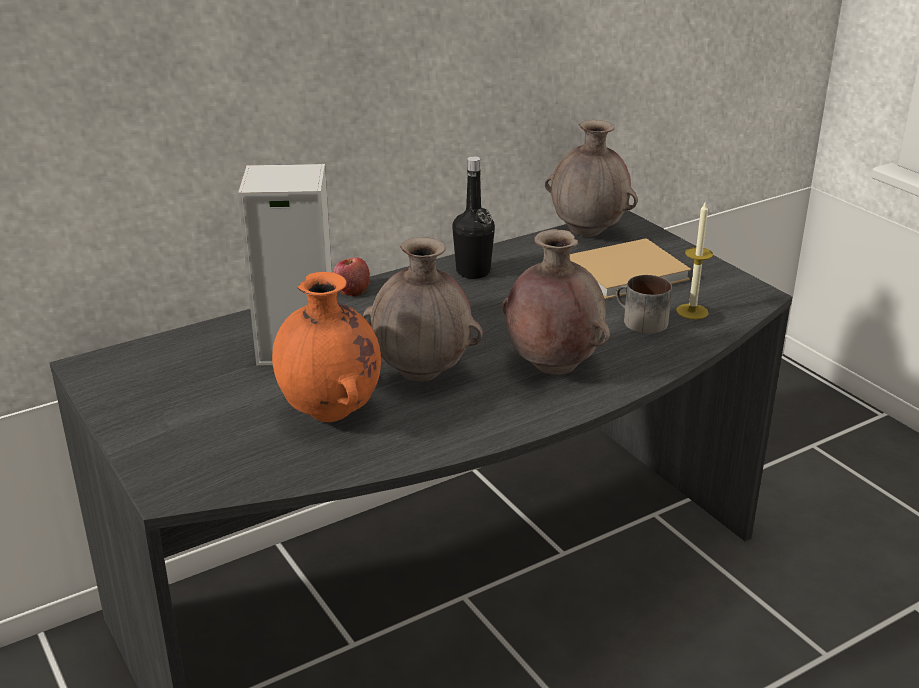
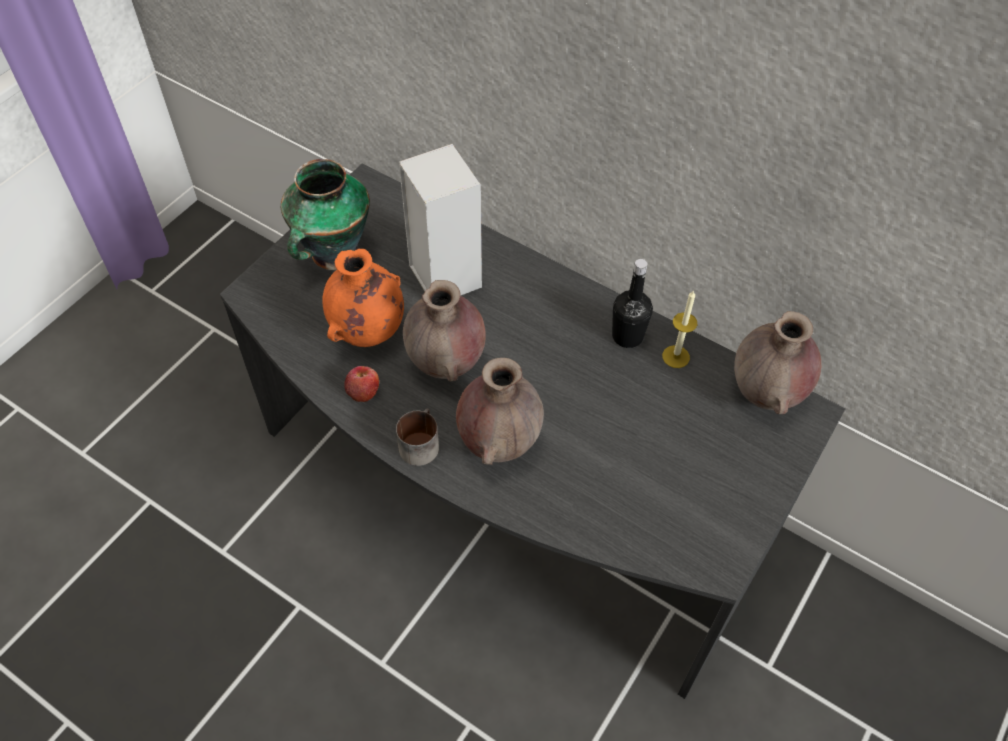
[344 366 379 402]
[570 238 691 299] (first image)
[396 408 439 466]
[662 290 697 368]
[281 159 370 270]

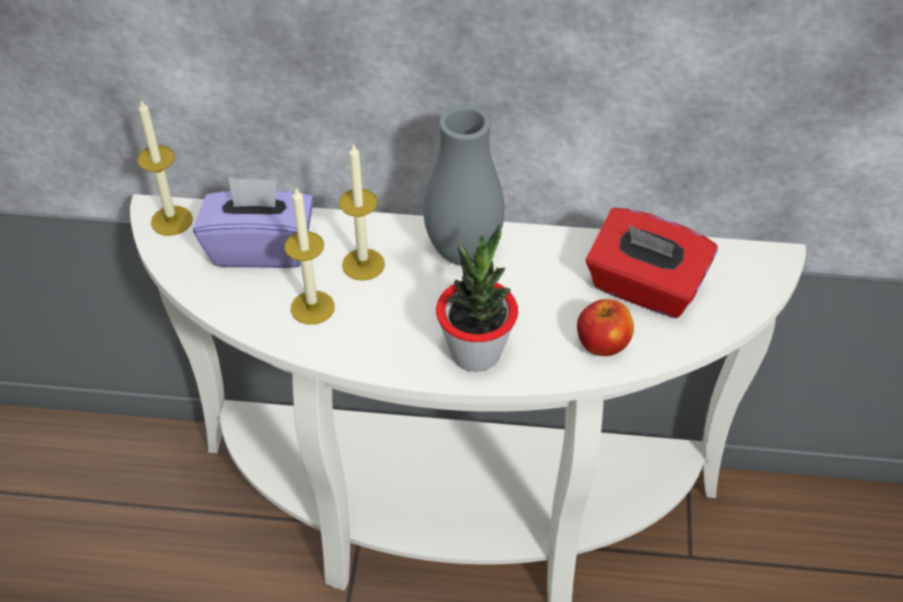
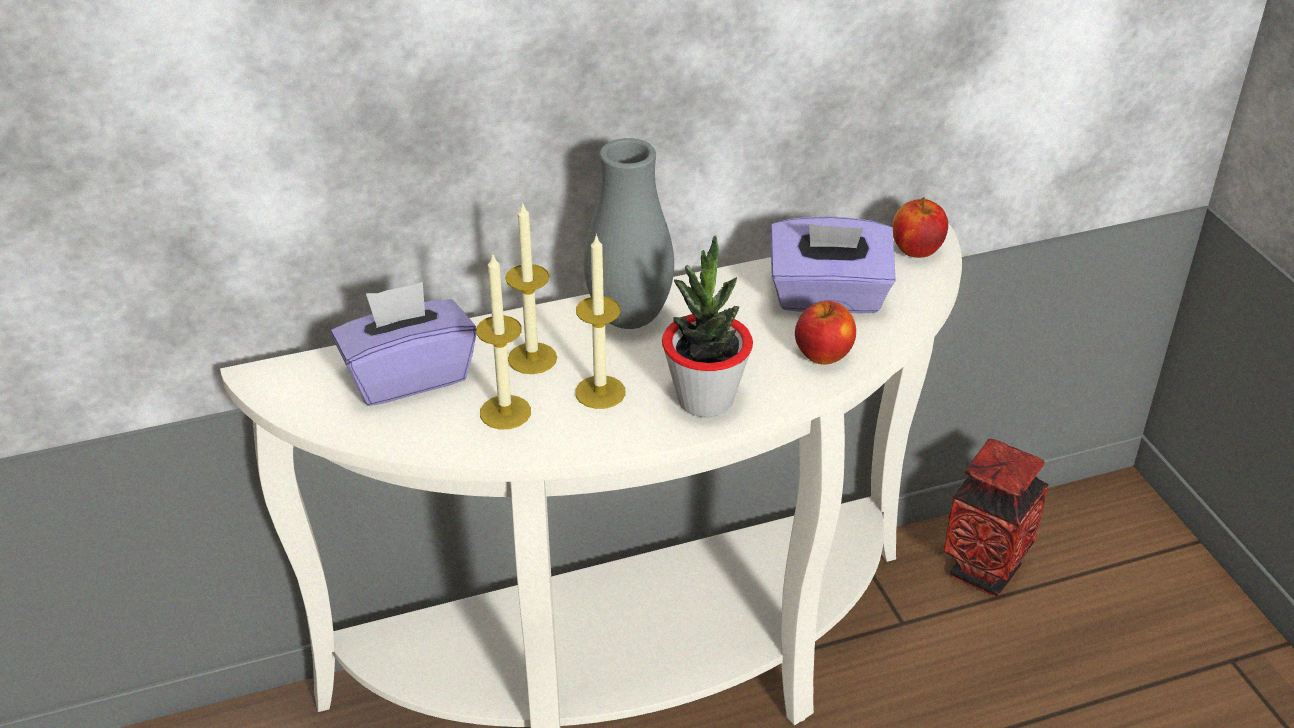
[575 234 626 409]
[770 216 896 314]
[892 197 948 258]
[944 438 1049 597]

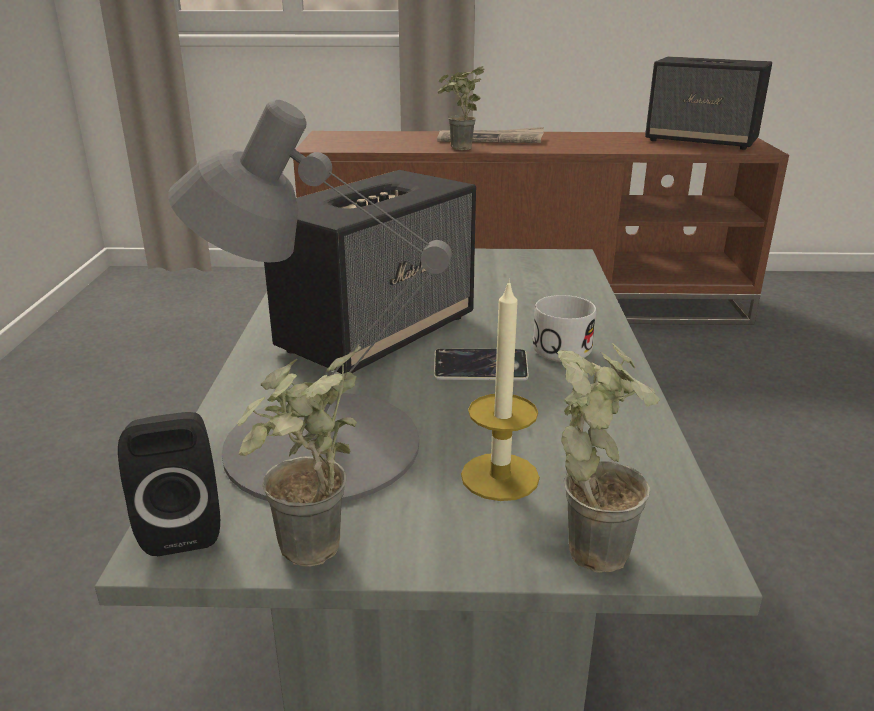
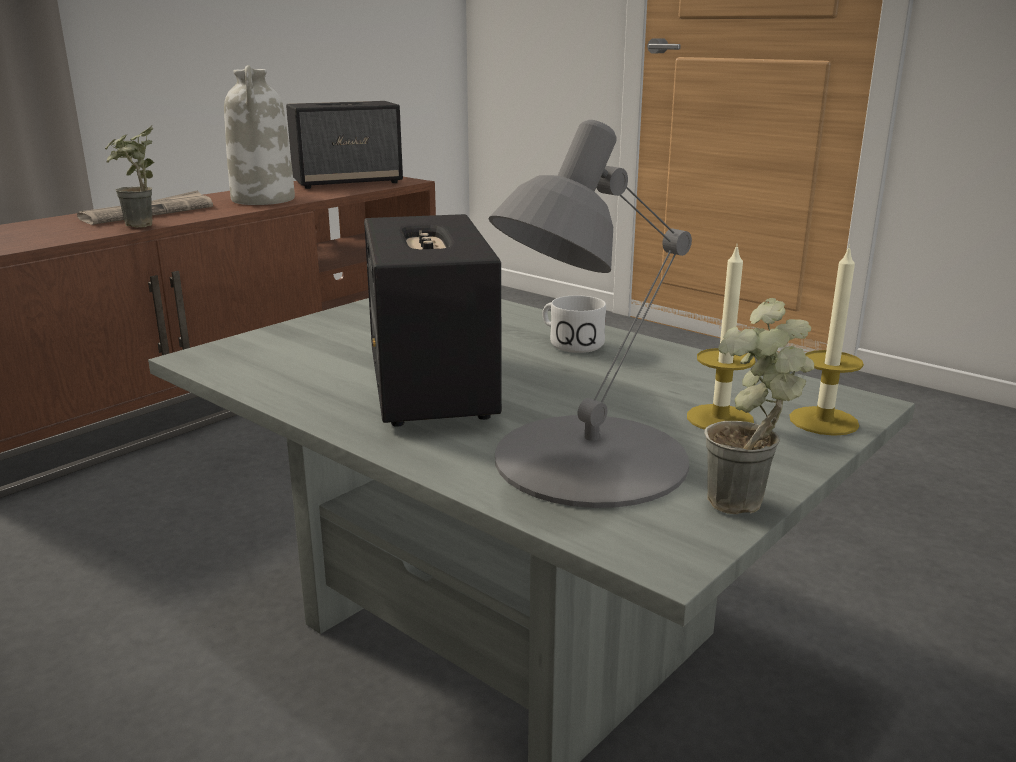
[118 412 220 556] (first image)
[434 348 529 381] (first image)
[790 245 864 436]
[224 65 295 205]

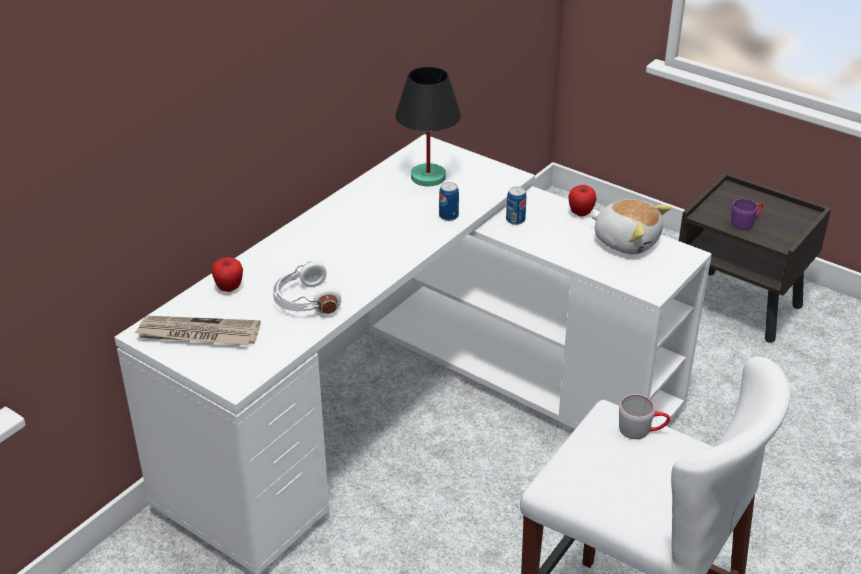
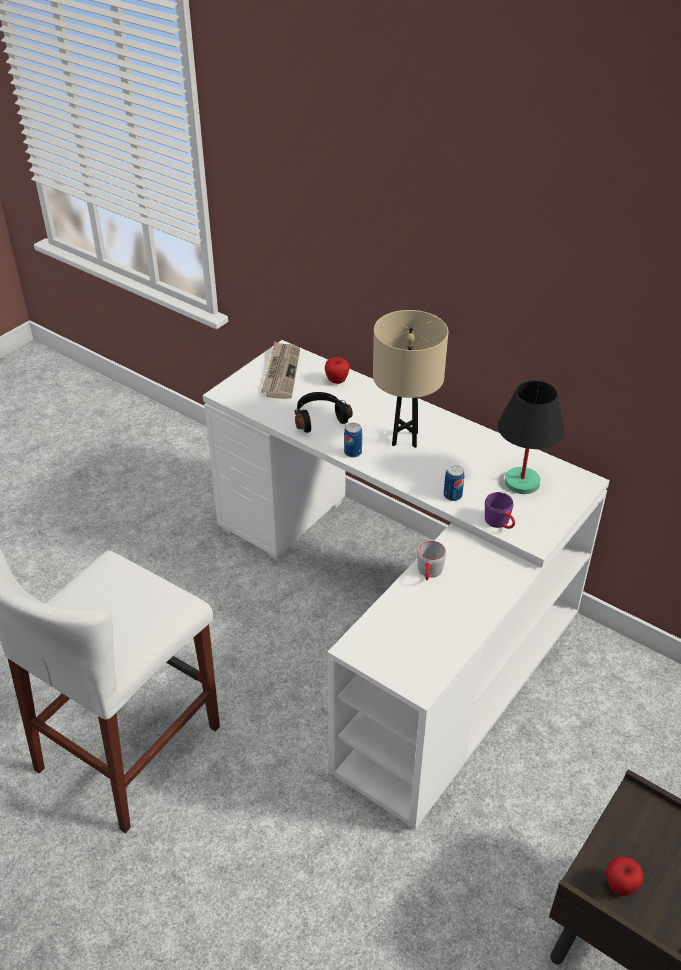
[294 392 353 433]
[344 423 362 458]
[606 857 644 896]
[591 199 671 255] (first image)
[417 541 446 580]
[485 492 515 529]
[373 310 448 448]

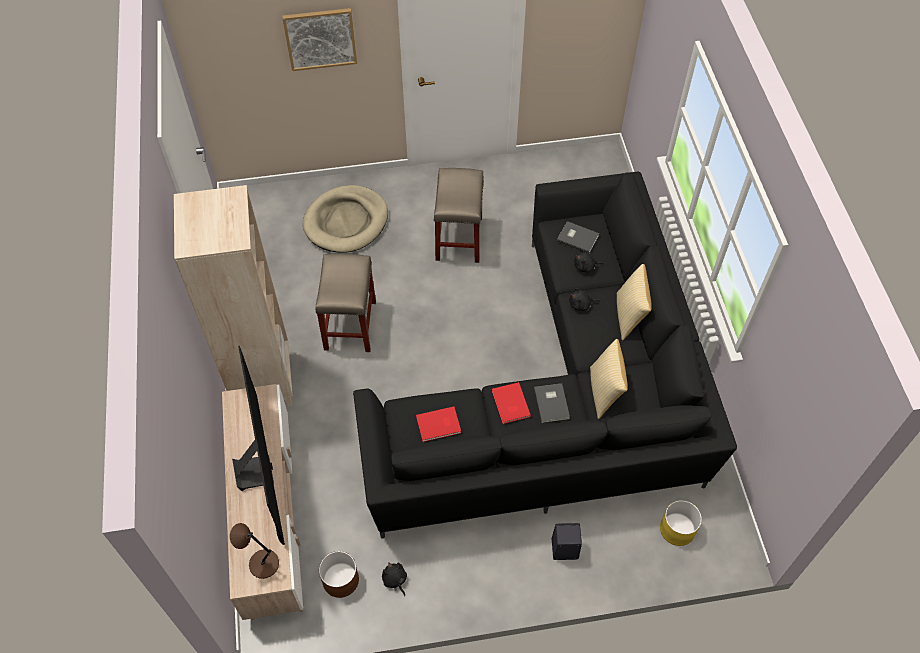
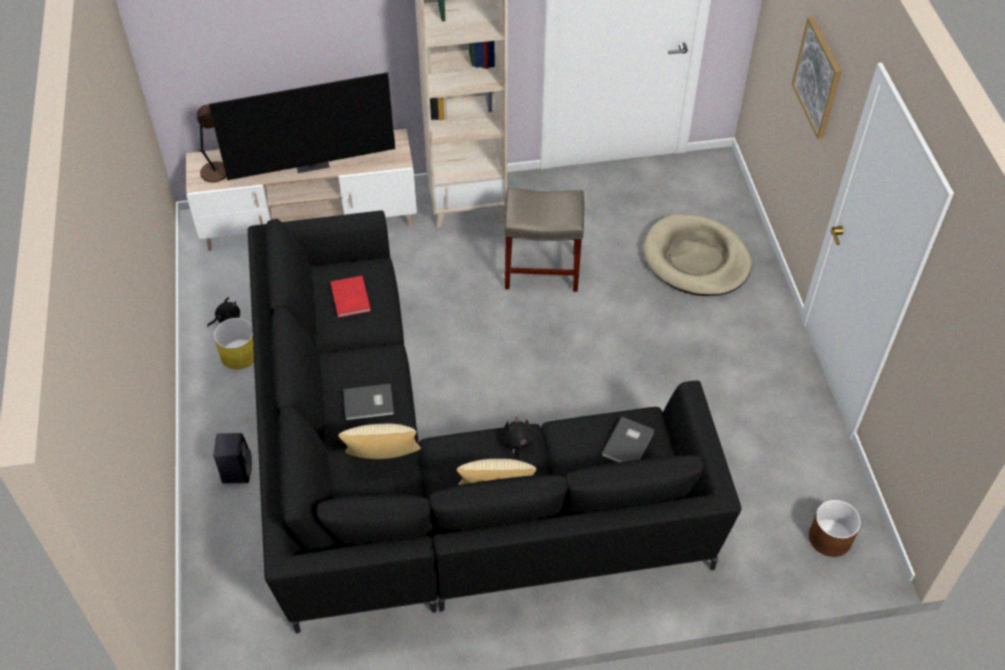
[809 500 861 557]
[434 168 484 263] (first image)
[492 382 531 424] (first image)
[574 249 604 273] (first image)
[214 318 254 369]

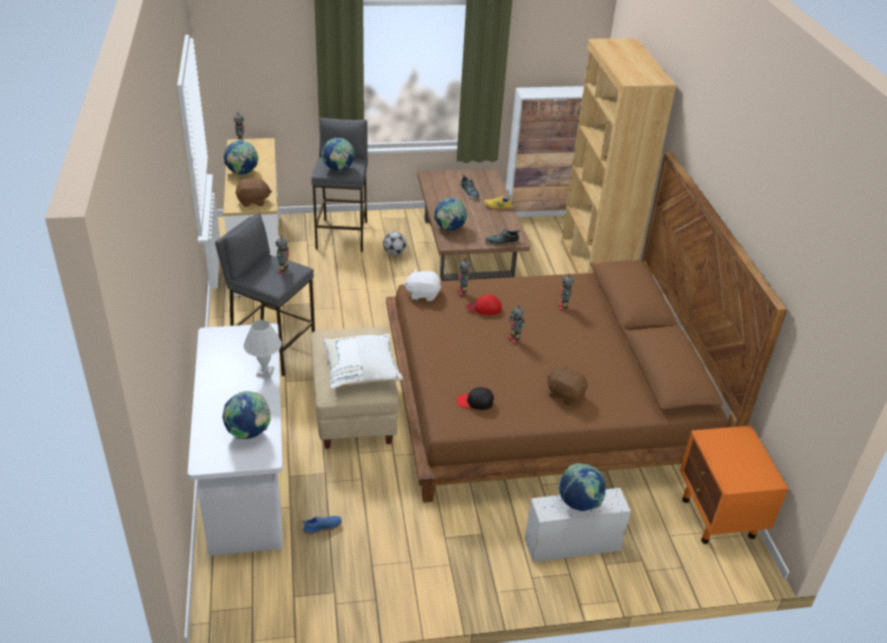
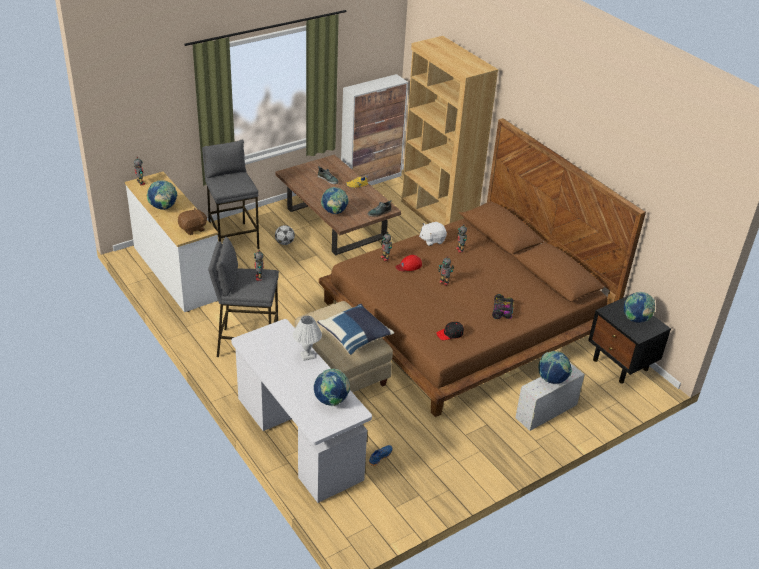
[624 292 655 323]
[317 304 394 355]
[419 222 447 246]
[492 294 515 319]
[588 296 671 383]

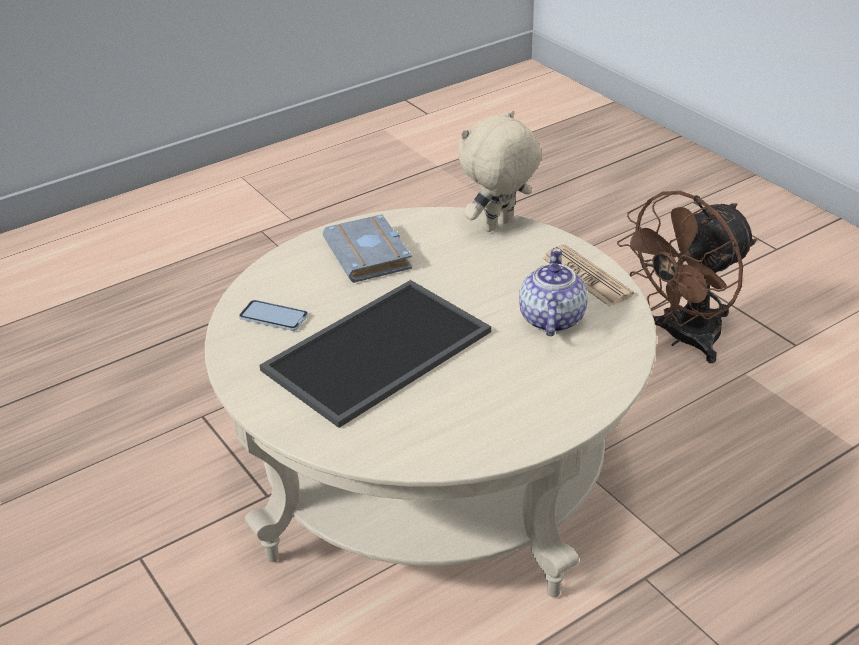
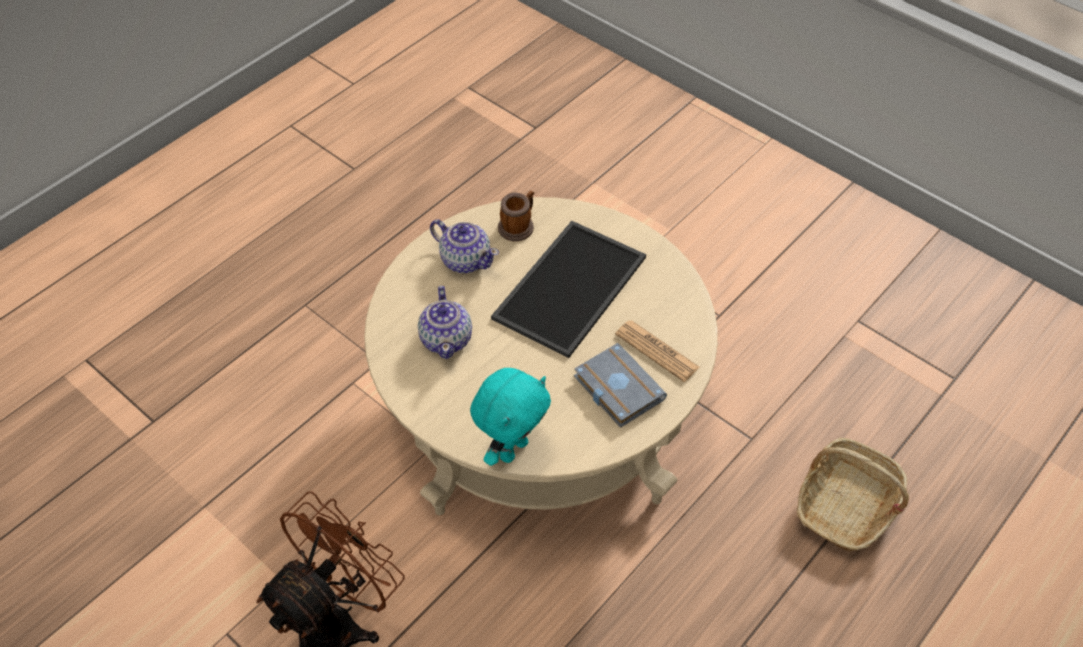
[239 300 308 331] (first image)
[470 368 551 466]
[615 320 700 382]
[430 219 499 273]
[498 191 534 241]
[797 438 909 551]

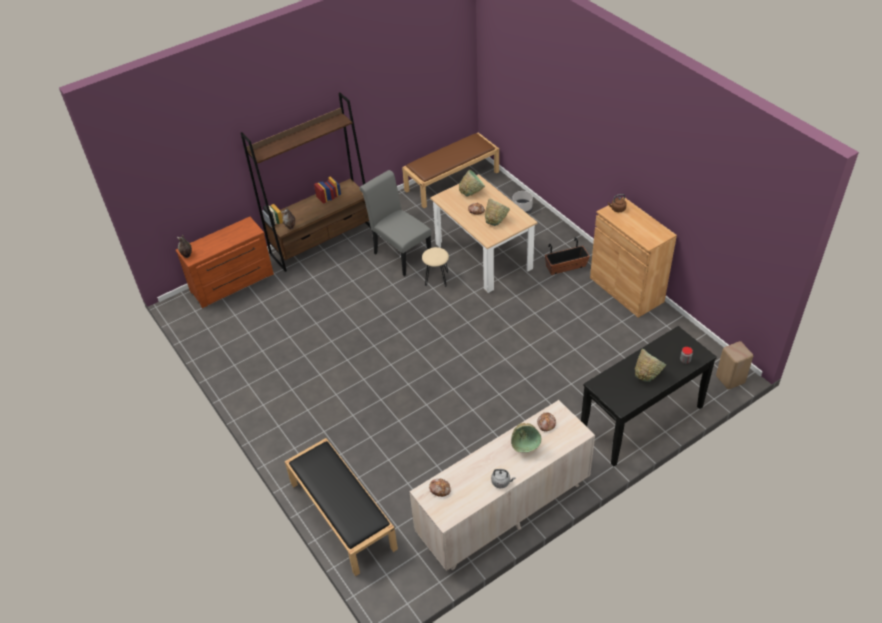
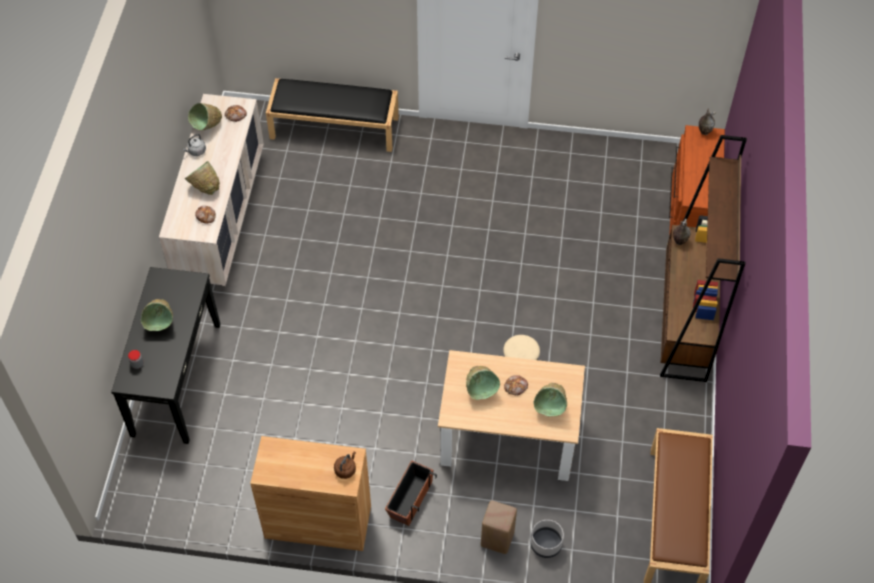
[360 170 431 276] (first image)
[481 501 517 554]
[188 103 222 130]

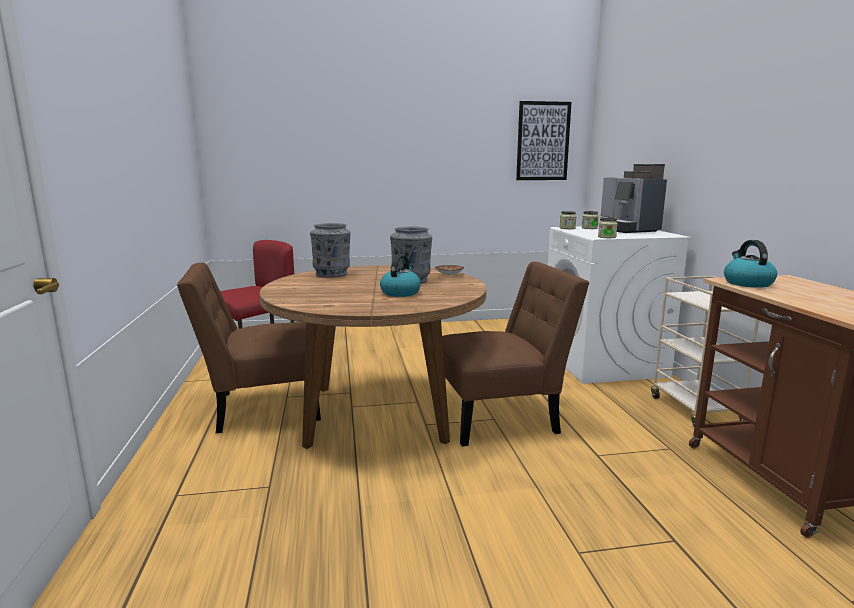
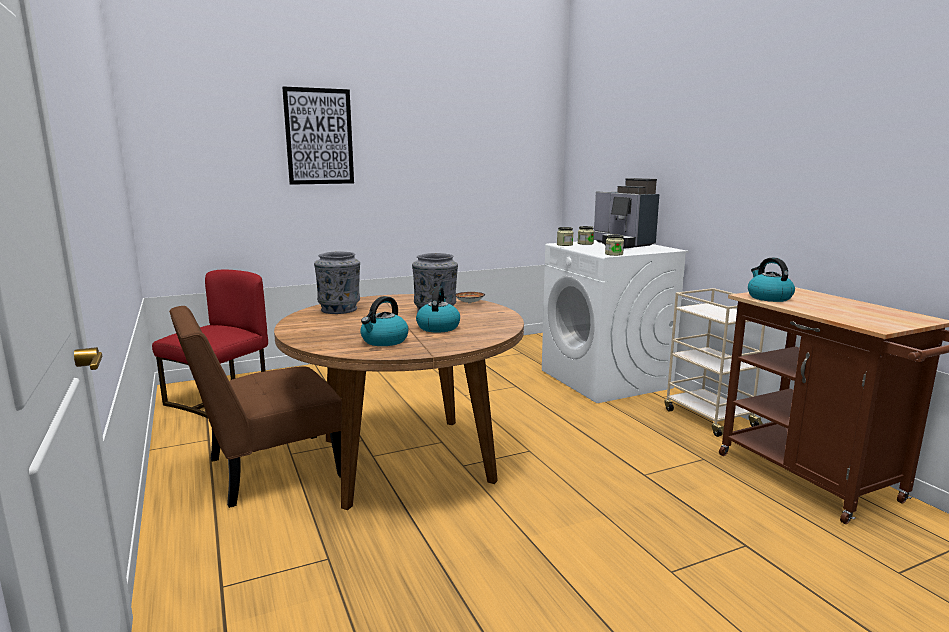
[442 262 589 447] (first image)
[282 86 354 185]
[360 296 408 346]

